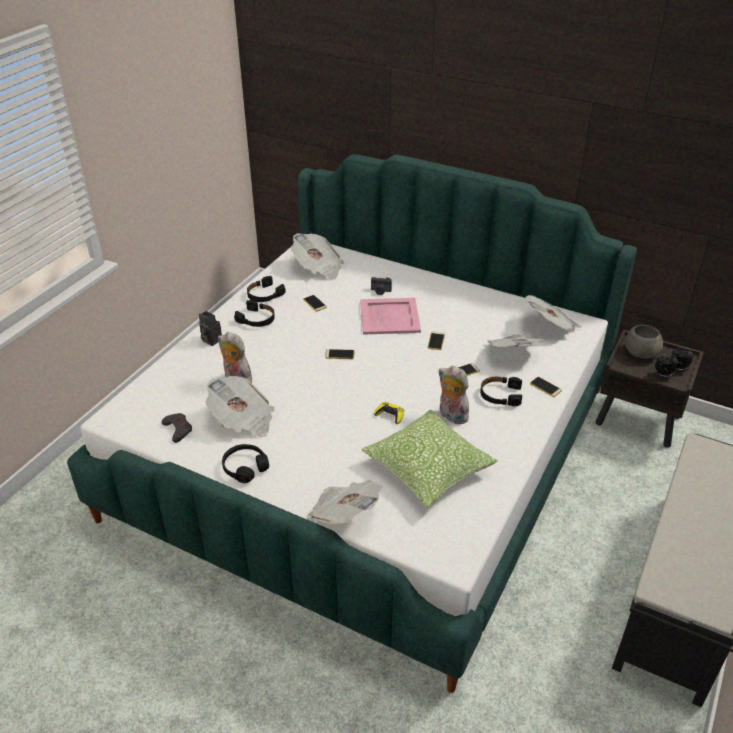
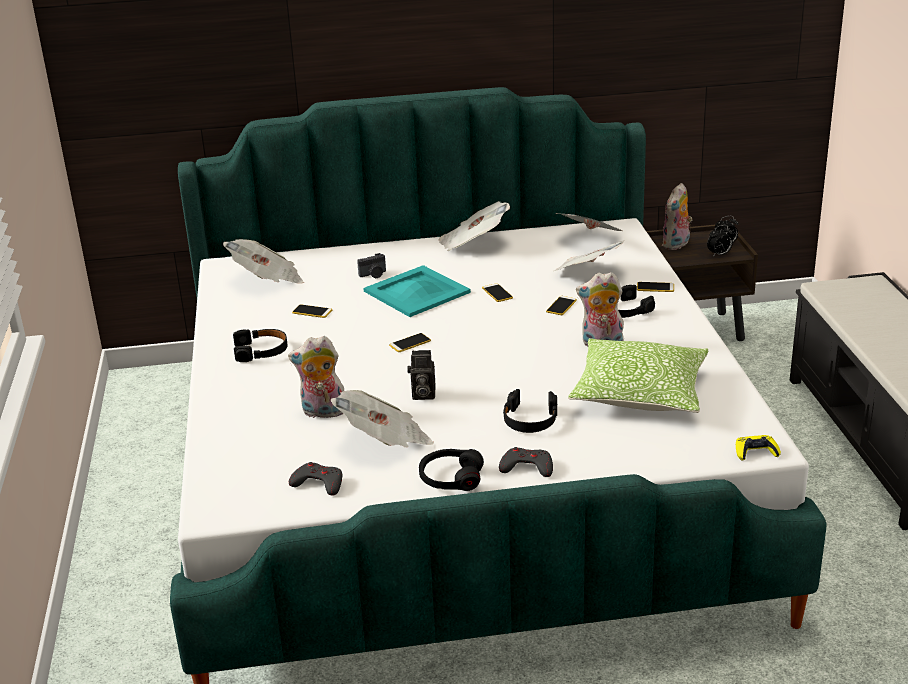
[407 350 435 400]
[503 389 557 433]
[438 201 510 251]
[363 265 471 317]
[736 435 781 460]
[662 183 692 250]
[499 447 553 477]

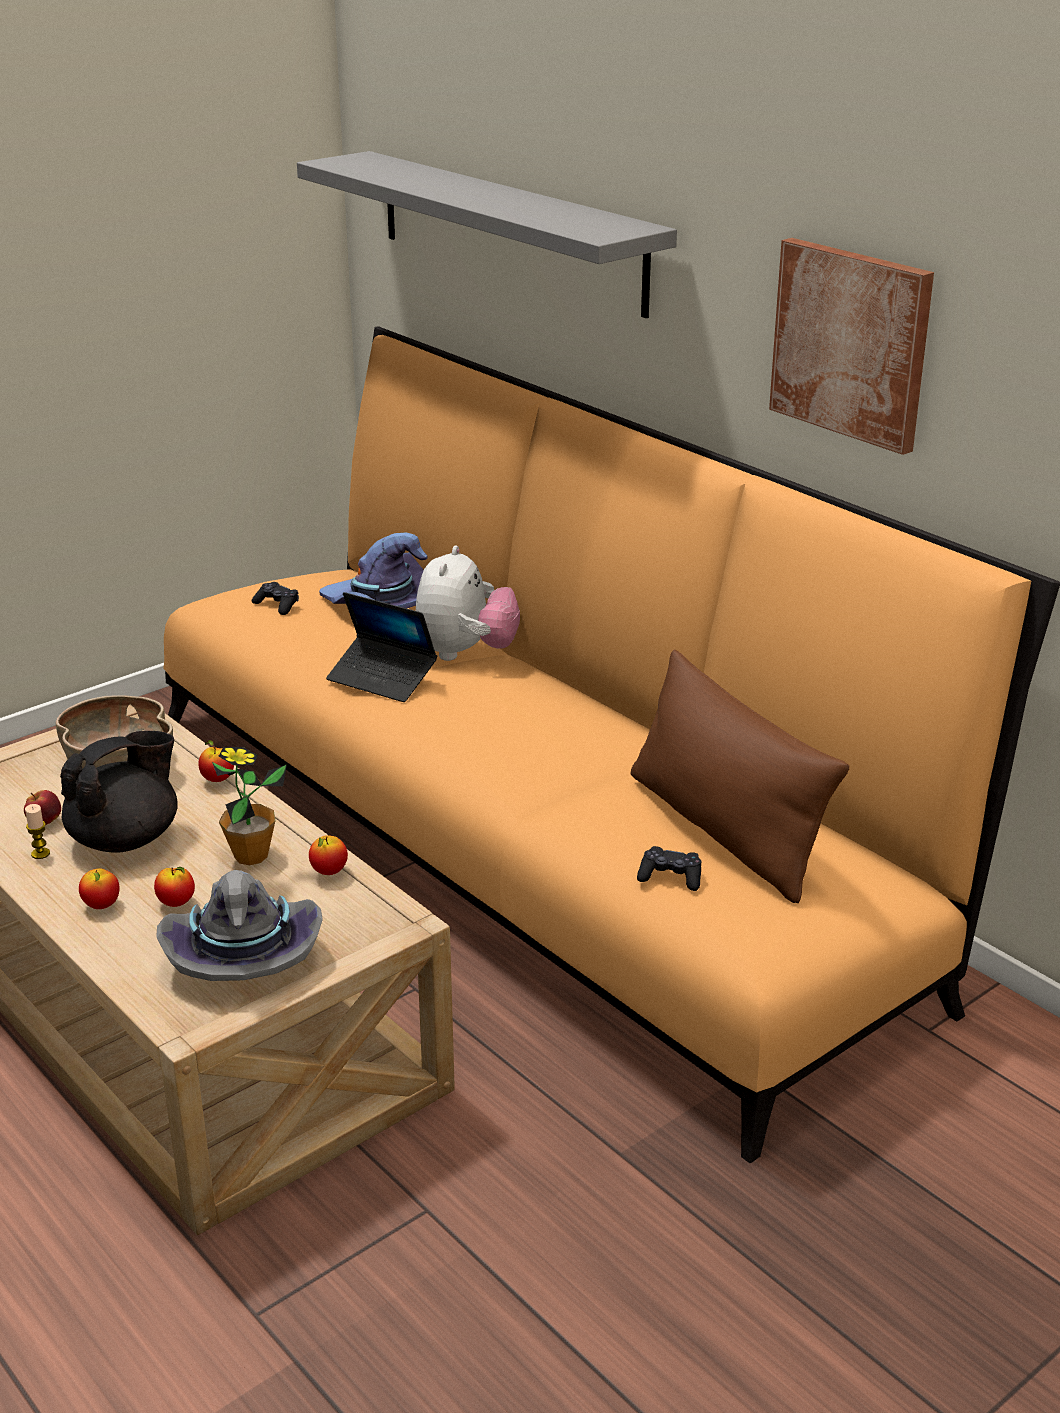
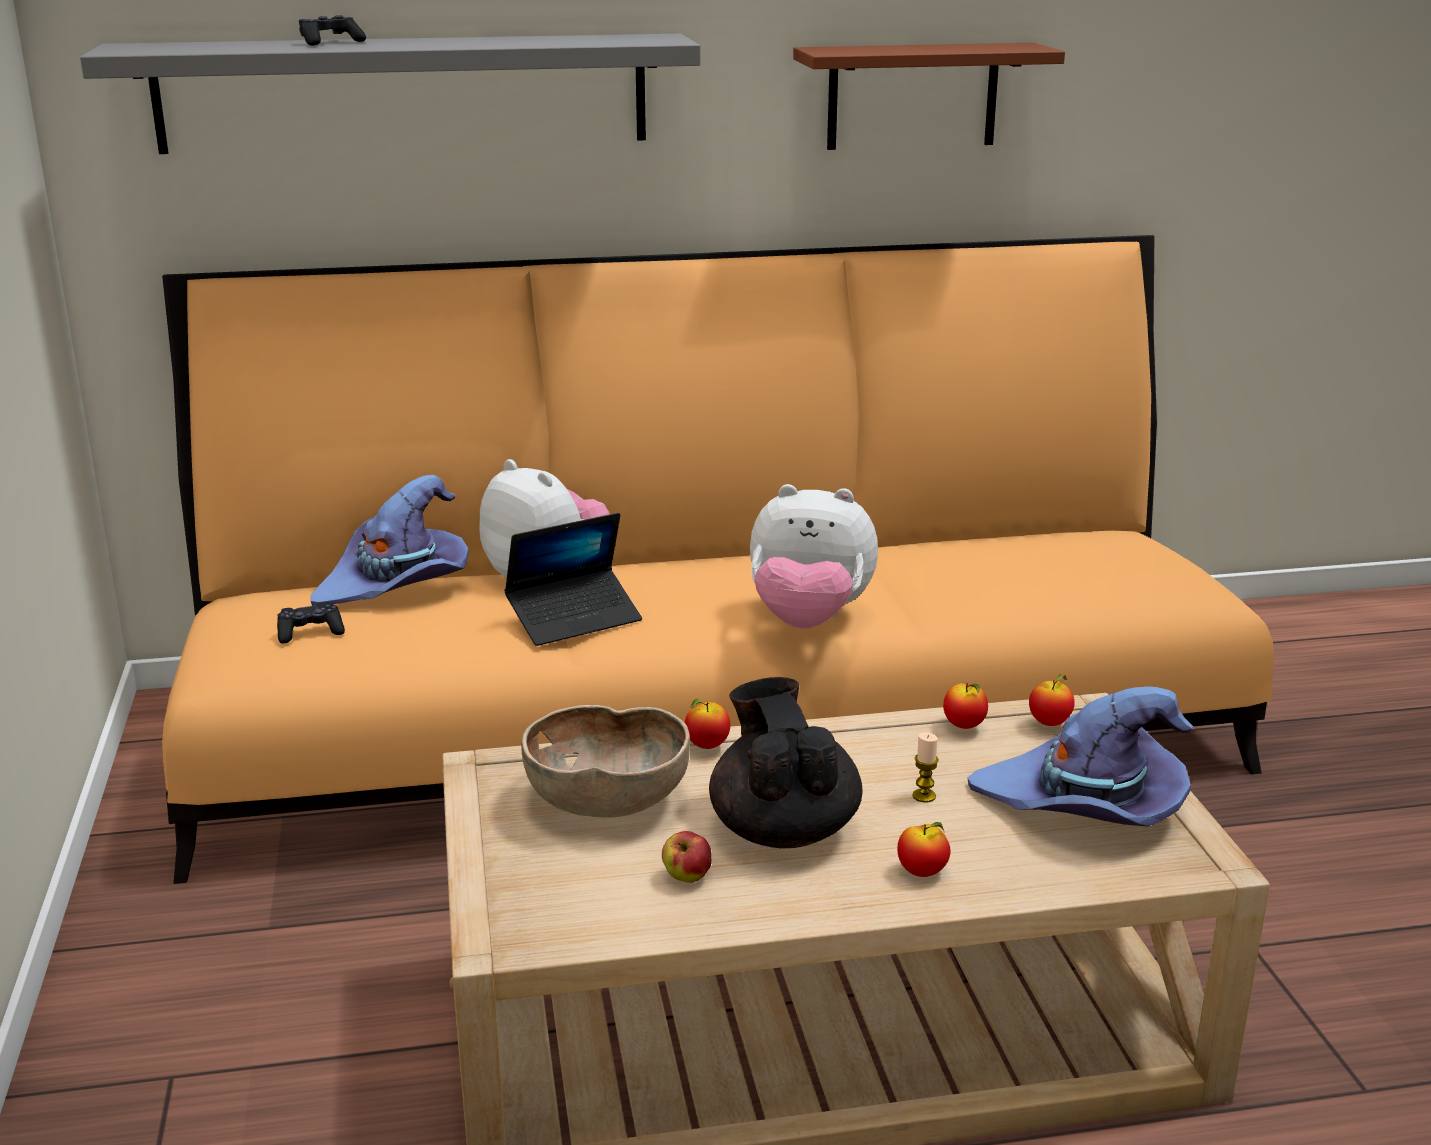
[913 732 939 803]
[1029 674 1075 726]
[968 687 1193 827]
[212 747 287 865] (first image)
[630 650 849 903] (first image)
[299 15 366 46]
[793 43 1065 150]
[750 484 878 628]

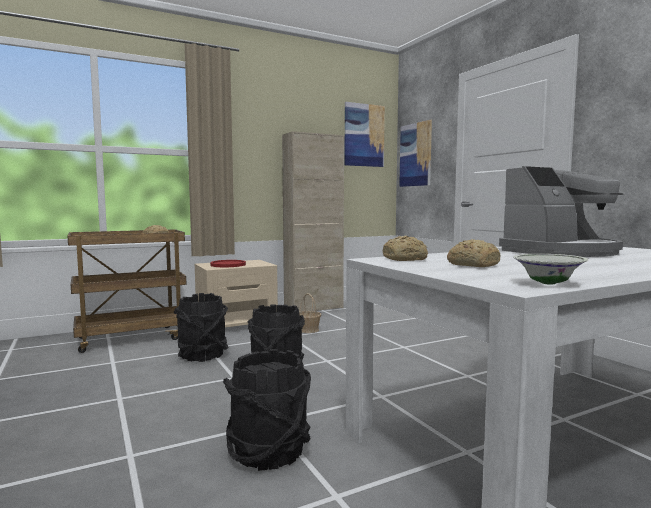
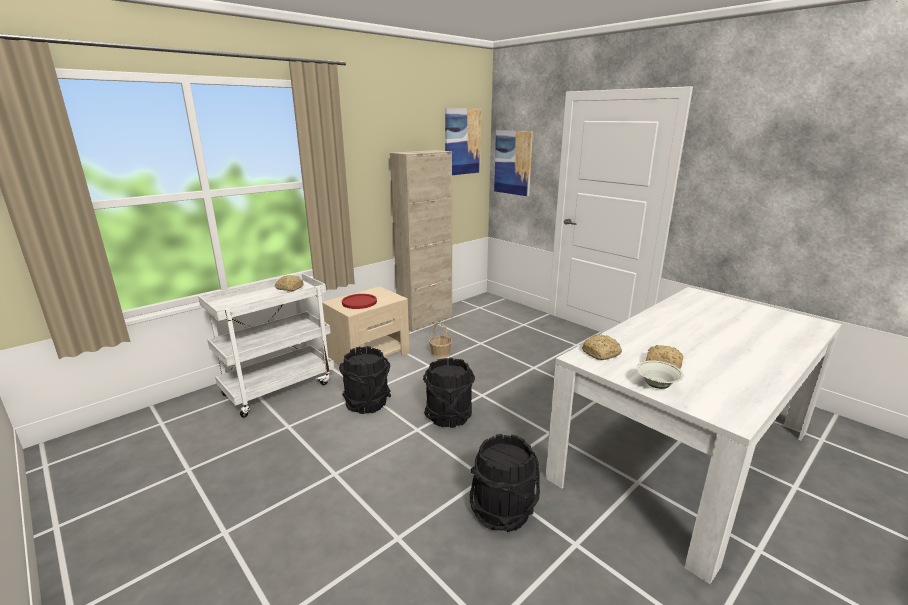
[198 273 334 418]
[499 166 624 257] (first image)
[636 361 684 389]

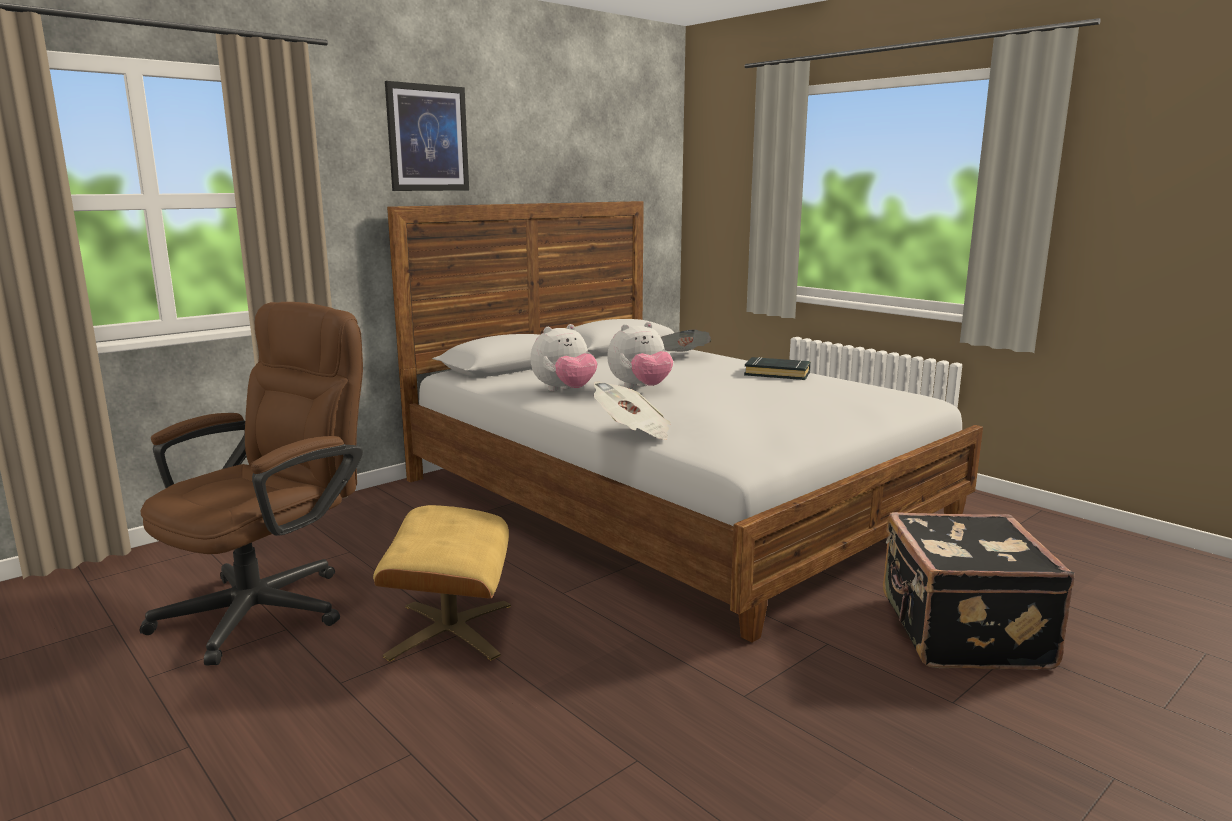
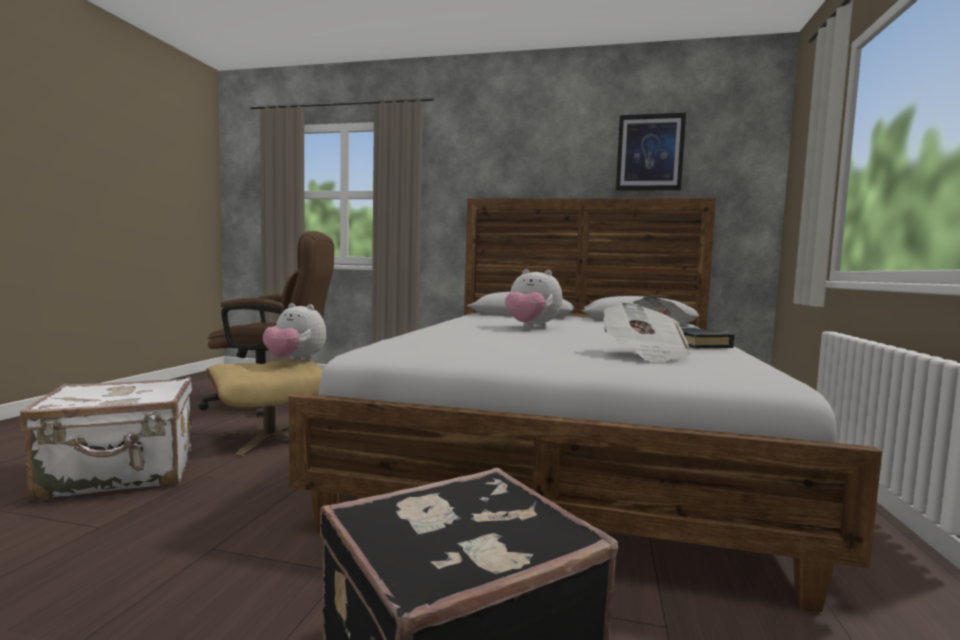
[616 113 686 191]
[263 303 326 361]
[603 302 691 363]
[20 377 192 501]

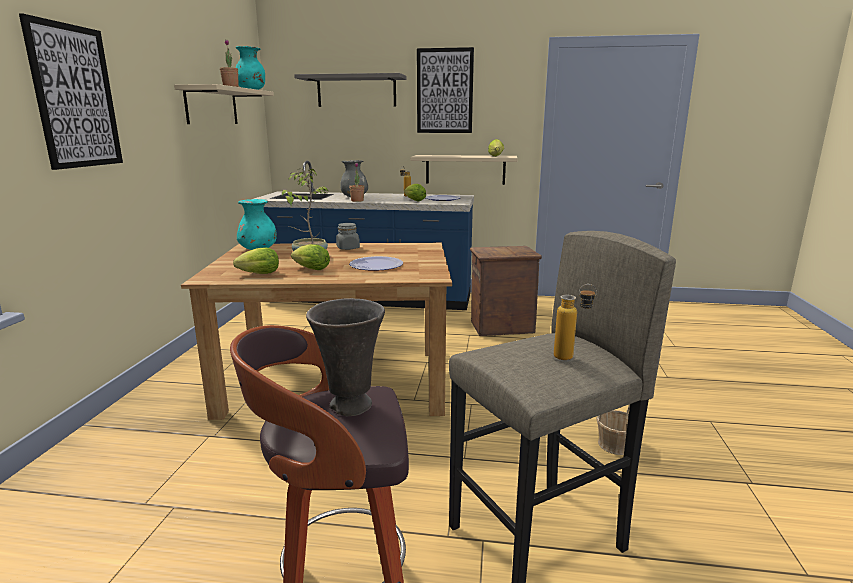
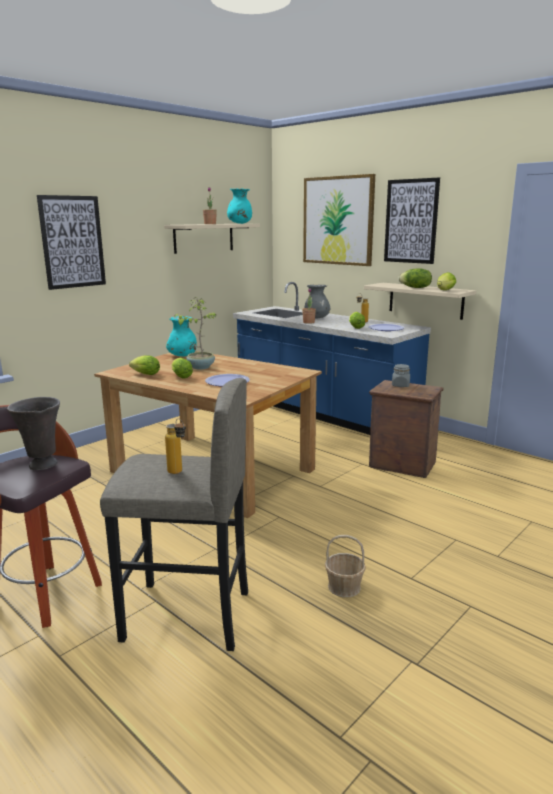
[303 174 375 266]
[392 364 410 387]
[398 268 432 288]

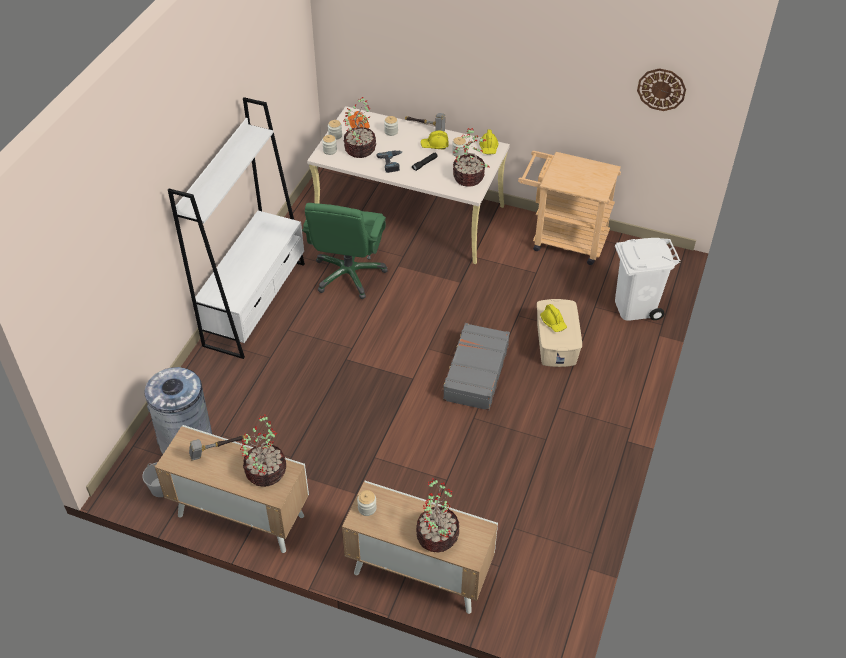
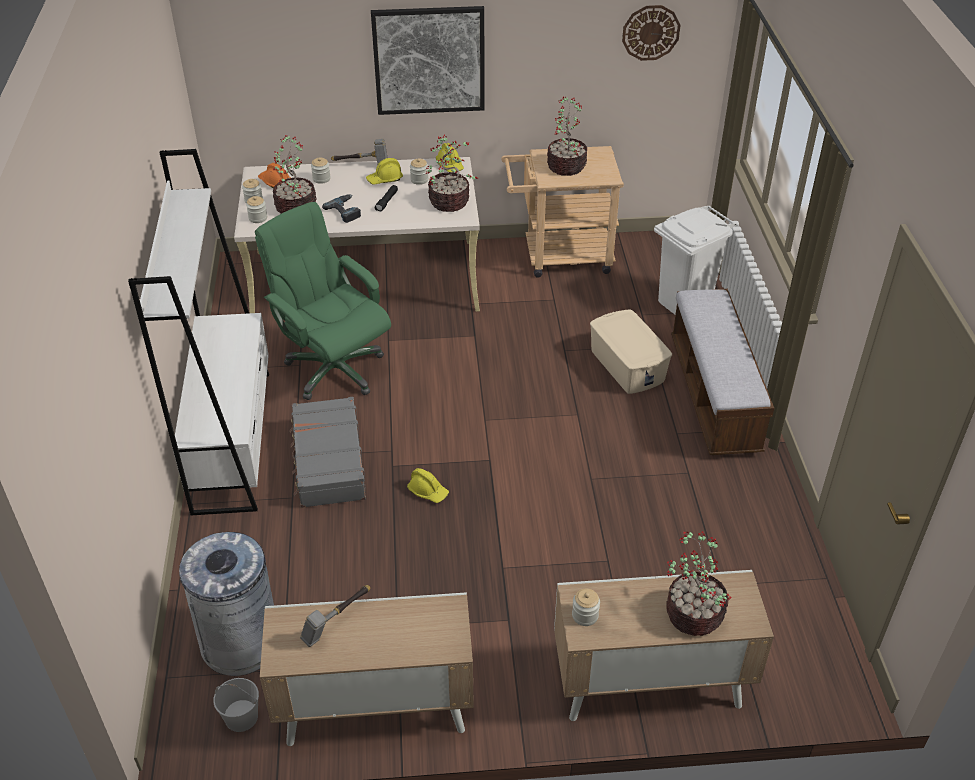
[547 96 587 176]
[255 202 391 400]
[290 397 366 508]
[407 468 449 503]
[371 6 485 115]
[671 289 774 455]

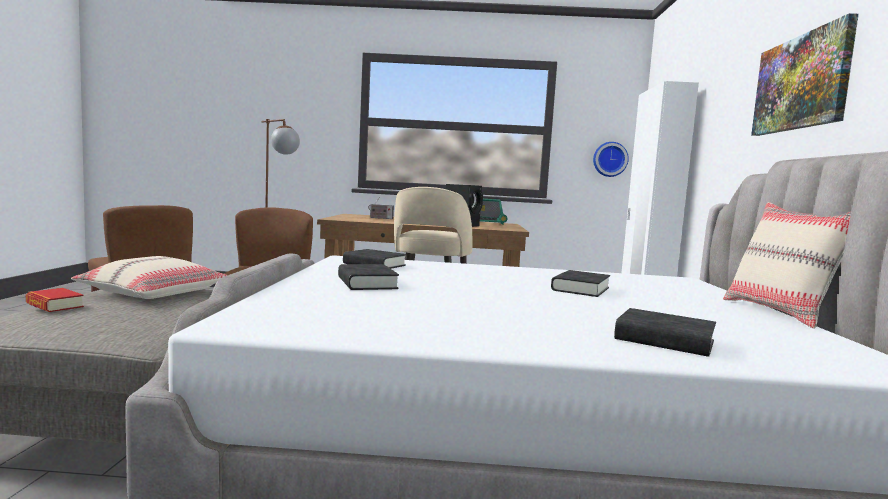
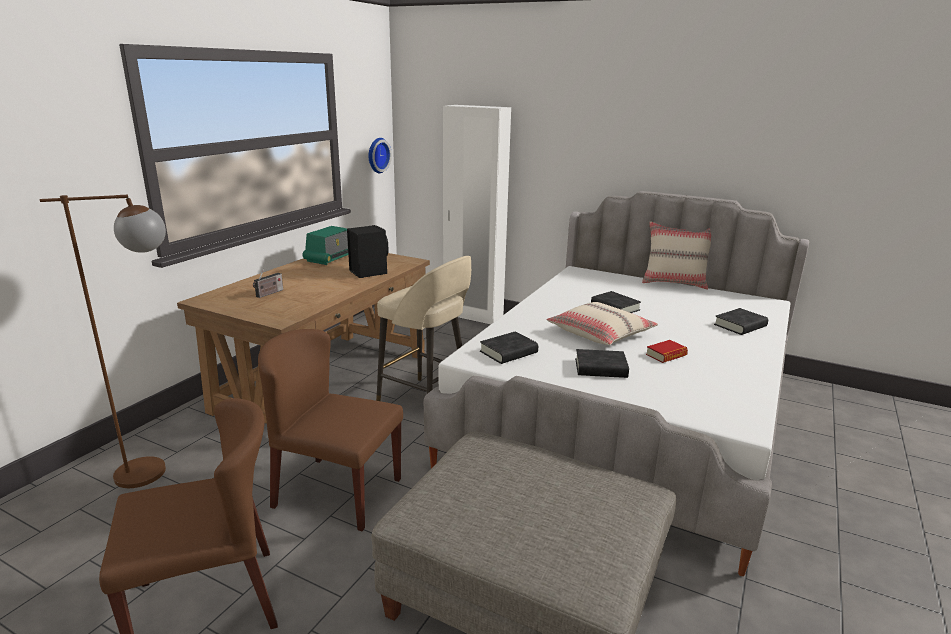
[646 340 688 363]
[547 302 658 345]
[751 13 859 136] (first image)

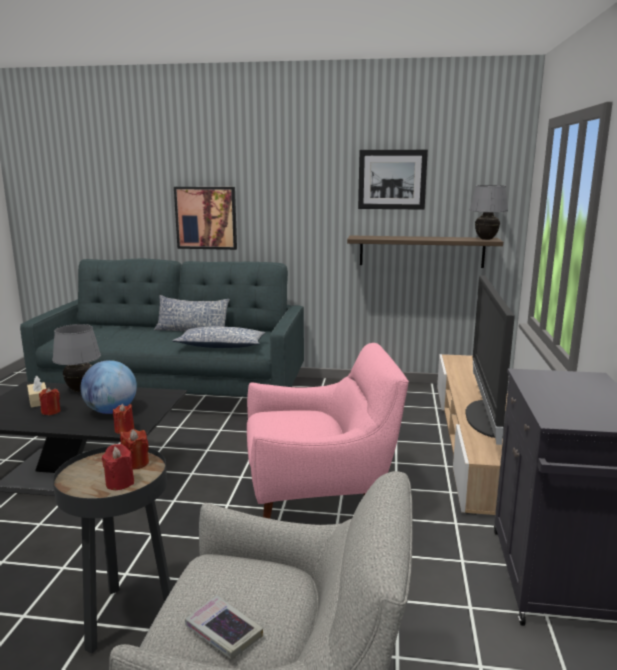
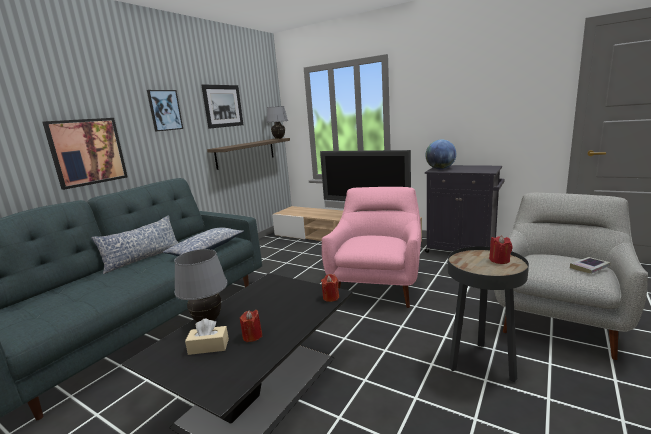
[425 140 456 169]
[120 429 149 470] (first image)
[147 90 183 132]

